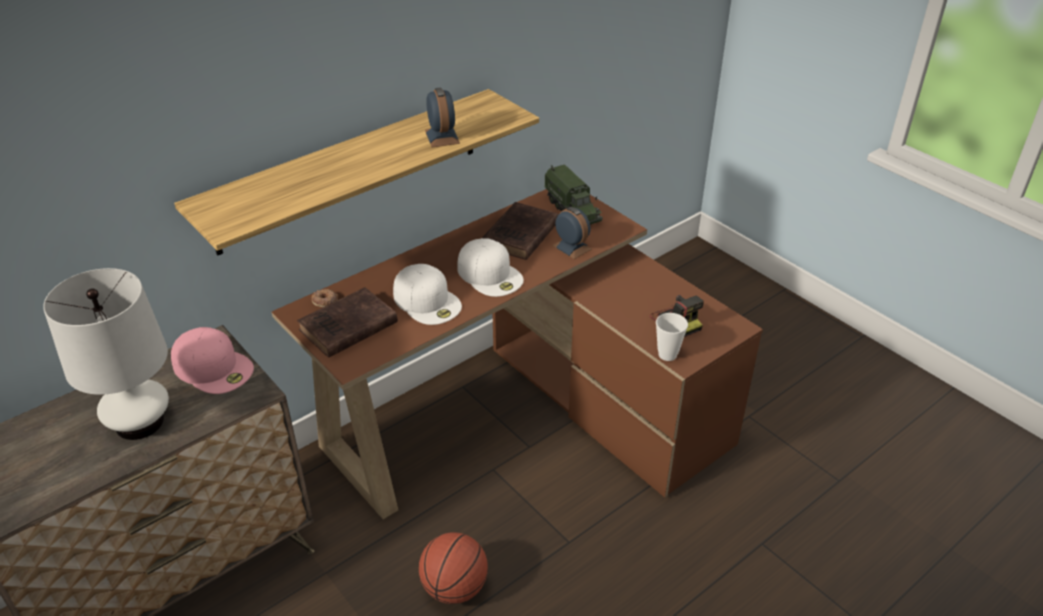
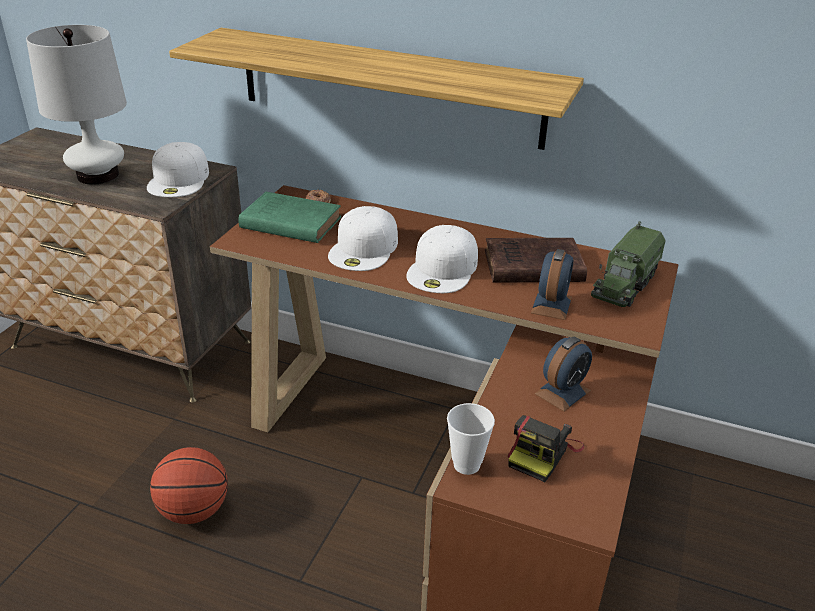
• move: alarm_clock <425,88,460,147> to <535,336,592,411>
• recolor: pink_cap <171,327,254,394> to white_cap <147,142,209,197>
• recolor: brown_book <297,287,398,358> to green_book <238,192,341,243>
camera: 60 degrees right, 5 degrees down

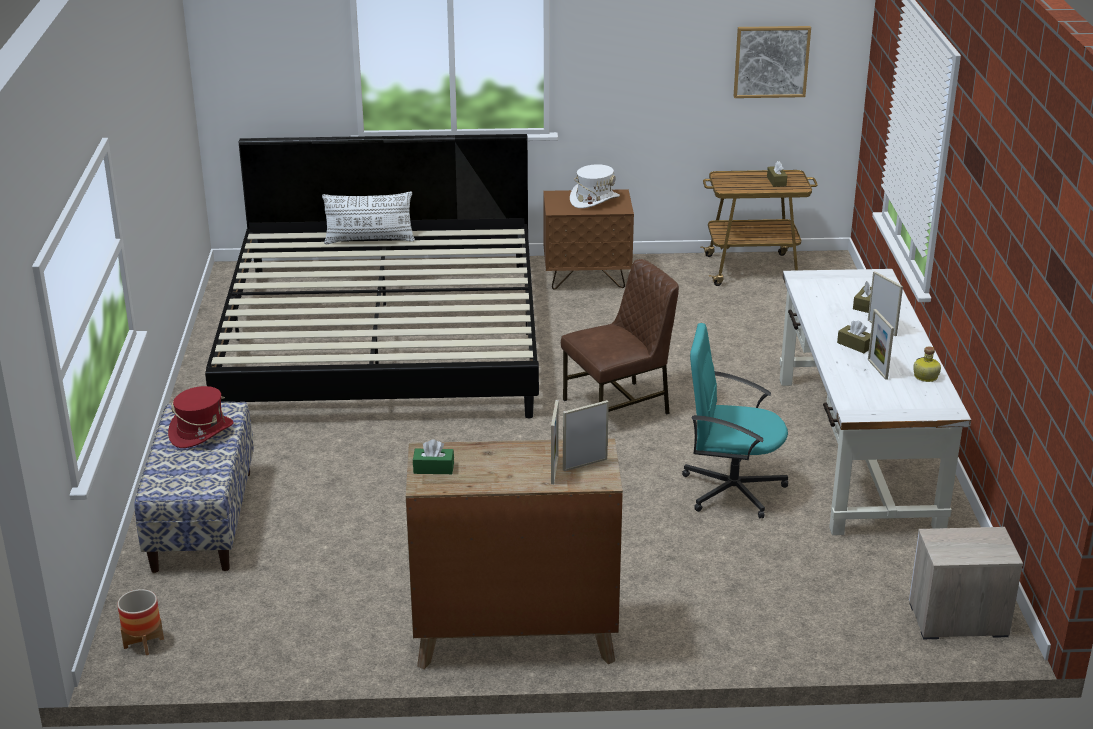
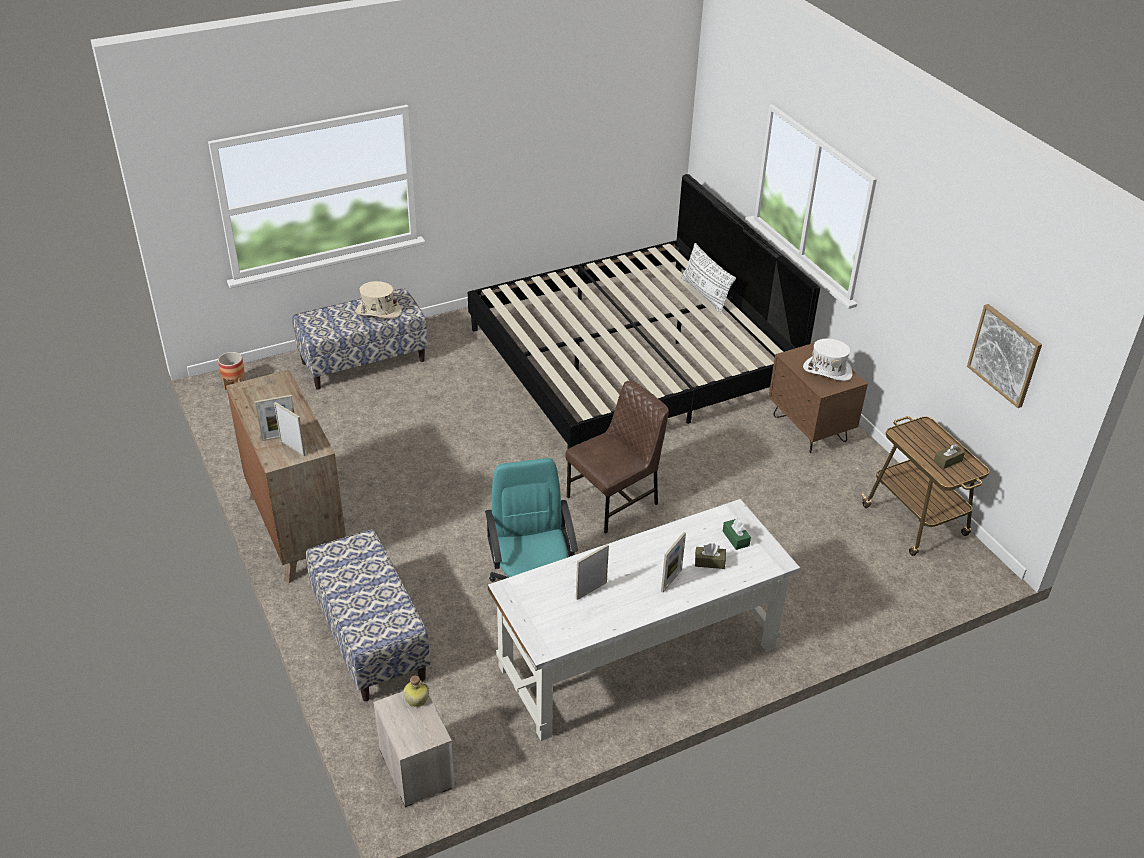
• delete: brown_tissue_box <837,320,871,353>
• insert: bench <306,529,431,702>
• move: green_tissue_box <413,439,454,474> to <723,519,751,550>
• move: bottle <913,346,941,382> to <403,676,429,707>
• recolor: red_hat <168,386,233,448> to beige_hat <356,281,401,319>
• rotate: brown_chair <561,259,679,414> = <565,381,669,534> 75 degrees counterclockwise
camera: 65 degrees right, 10 degrees up

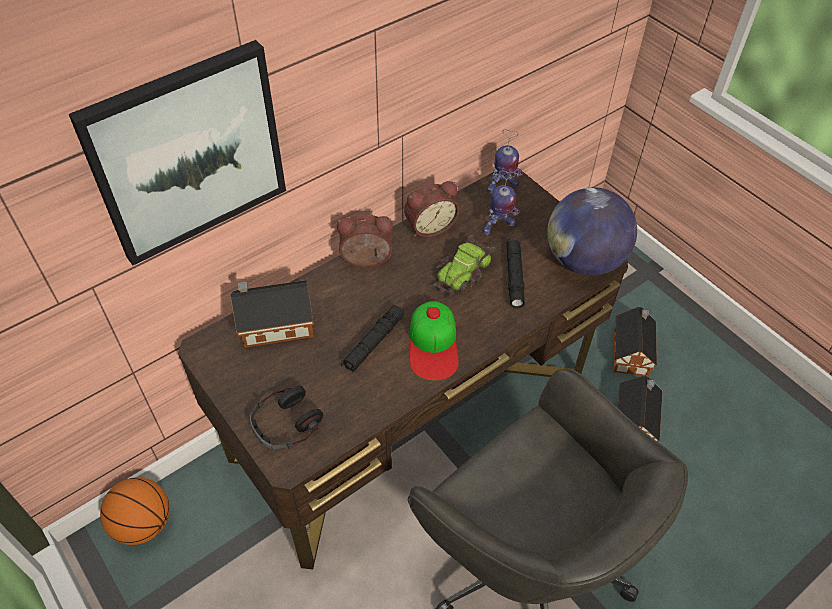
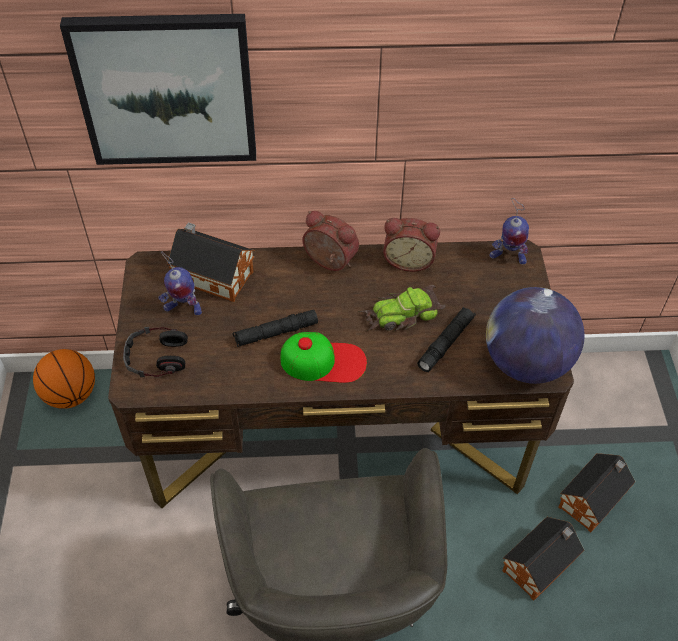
• move: toy_robot <483,170,519,235> to <158,251,202,315>
• rotate: cap <409,301,459,381> = <281,332,367,383> 120 degrees counterclockwise
camera: 35 degrees right, 0 degrees up

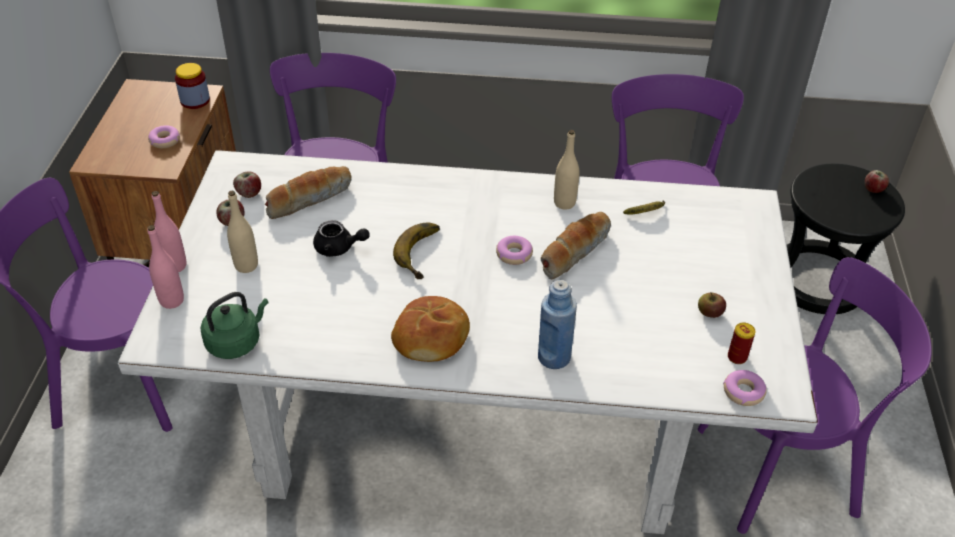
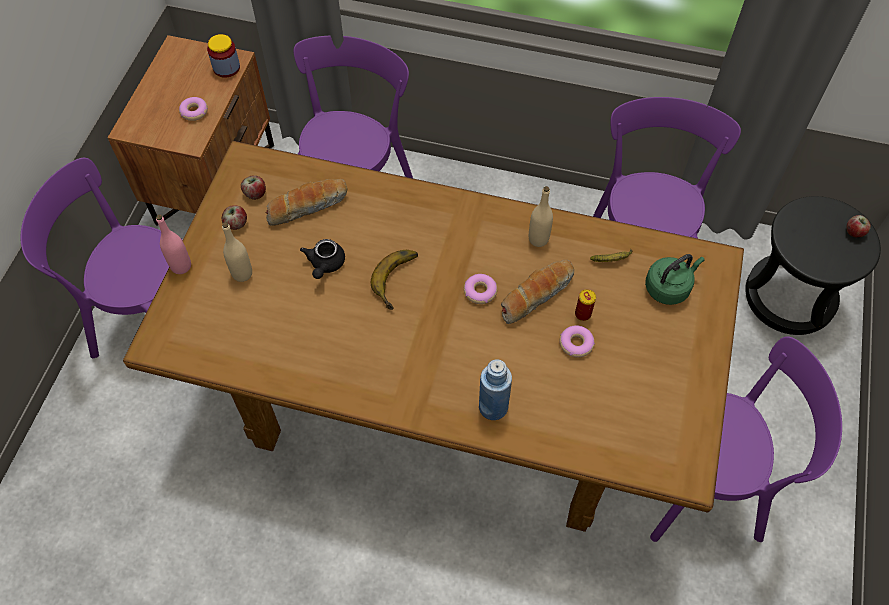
• delete: pink_bottle <147,225,184,309>
• delete: bread <391,296,470,362>
• delete: apple <698,292,726,318>
• move: green_kettle <201,292,269,359> to <645,254,705,305>
• move: donut <723,370,766,406> to <560,325,595,358>
• move: can <728,323,756,364> to <575,289,596,321>
• recolor: white_dining_table <118,150,818,534> to brown_dining_table <123,141,744,532>
• rotate: black_teapot <313,220,370,257> = <300,239,345,279> 75 degrees clockwise
camera: 10 degrees right, 15 degrees up

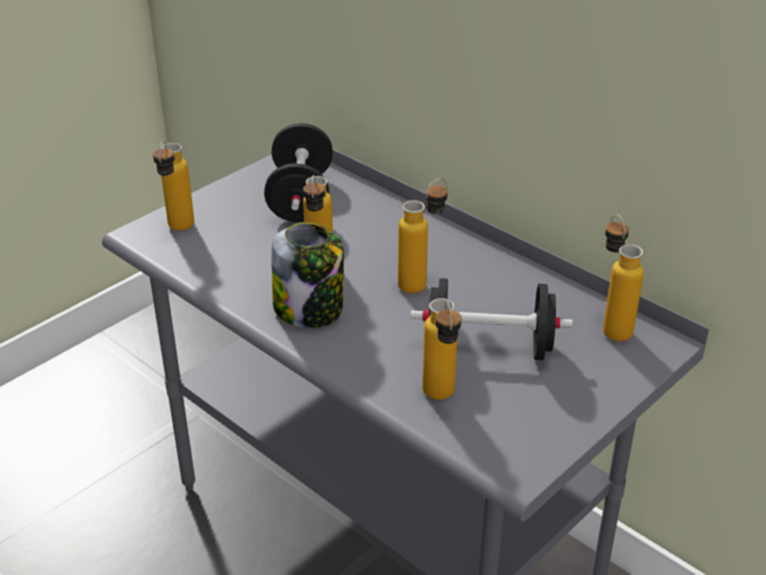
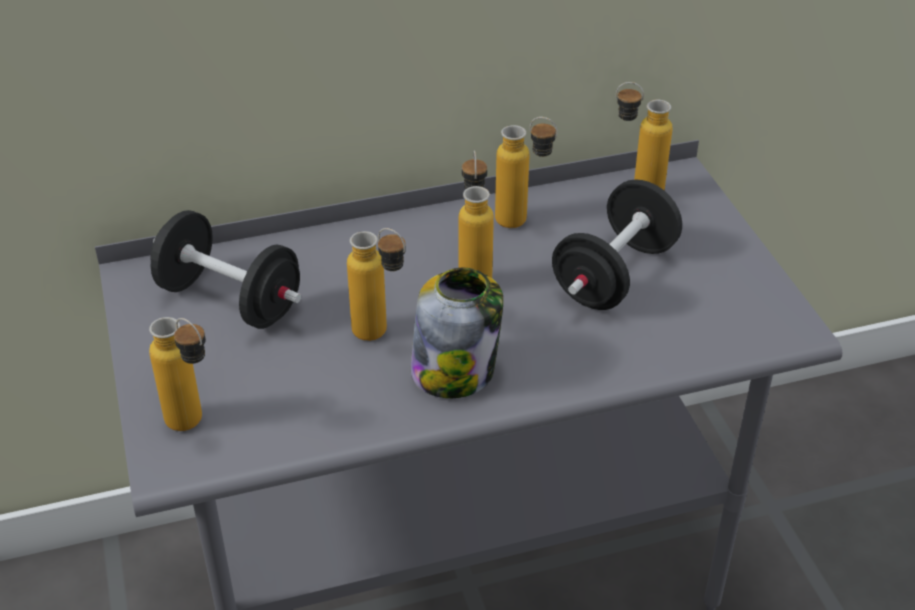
• move: bottle <423,298,461,400> to <495,117,557,228>
camera: 60 degrees left, 5 degrees up

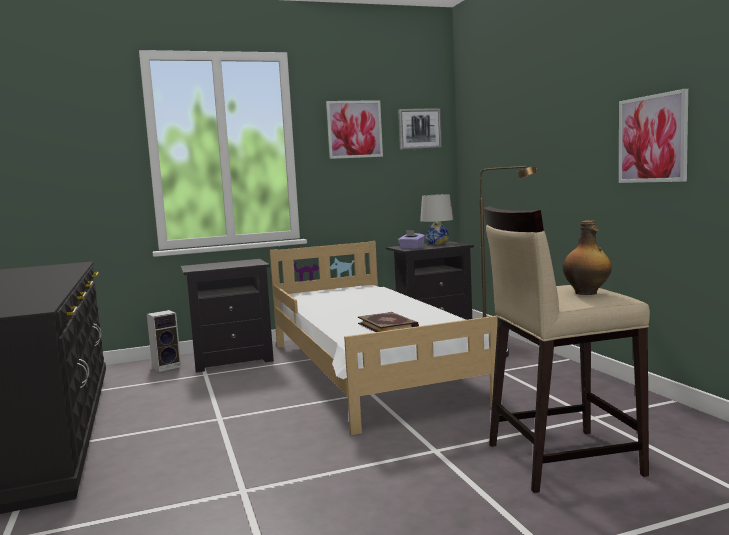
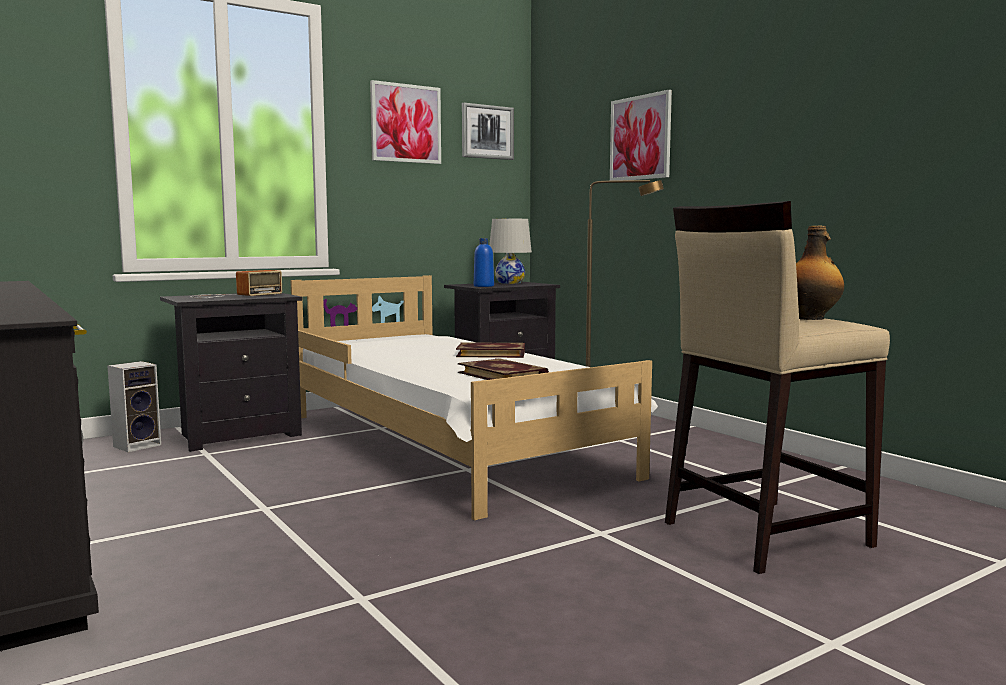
• insert: radio <190,270,282,298>
• insert: book <456,342,525,358>
• move: picture <619,89,688,183> to <610,90,672,181>
• replace: purple_tissue_box <398,230,426,249> to blue_bottle <474,238,494,287>
camera: 15 degrees left, 0 degrees up

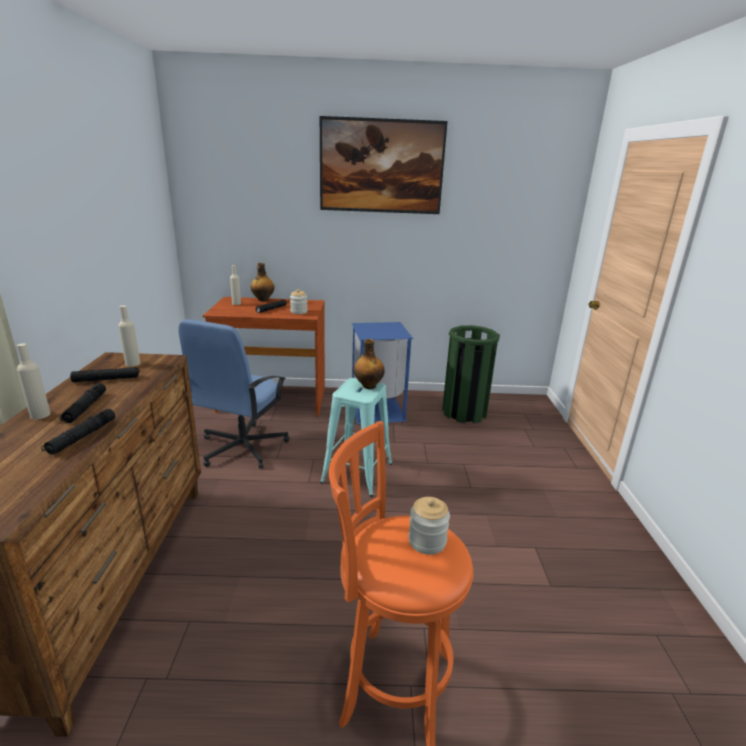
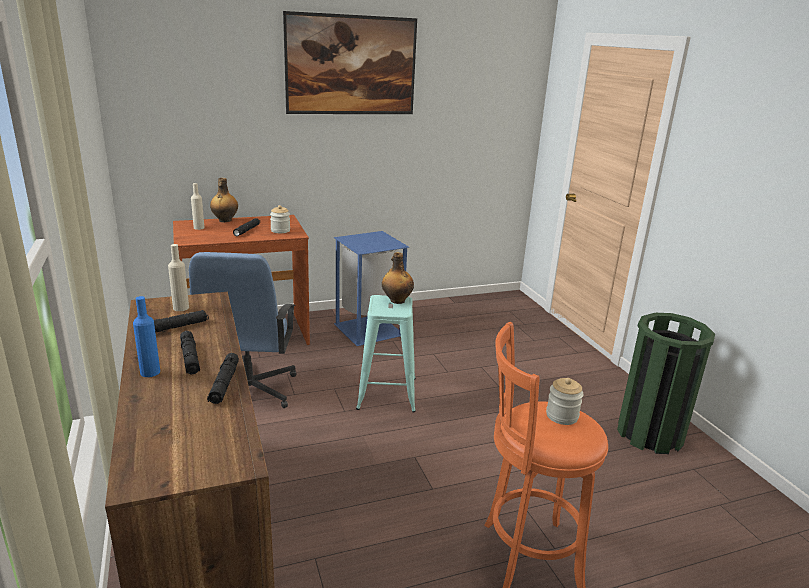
• move: green_trash_can <442,325,500,423> to <617,313,715,454>
• recolor: beige_bottle <17,343,50,419> to blue_bottle <133,296,160,377>
camera: 20 degrees left, 0 degrees up

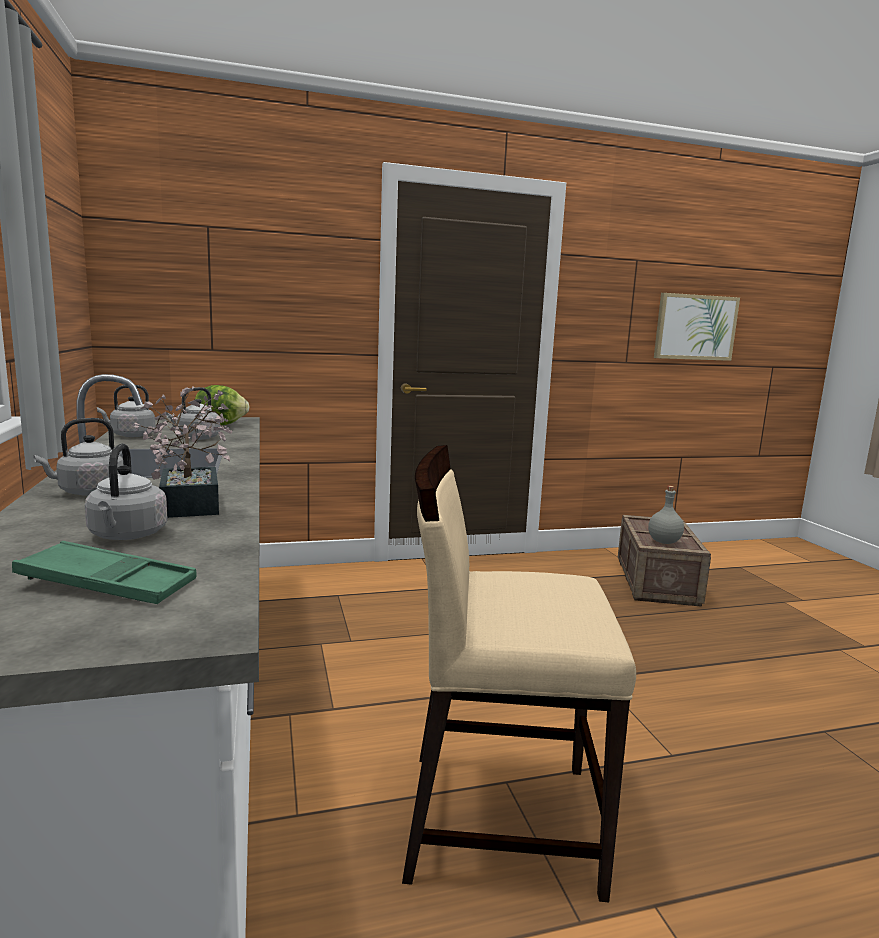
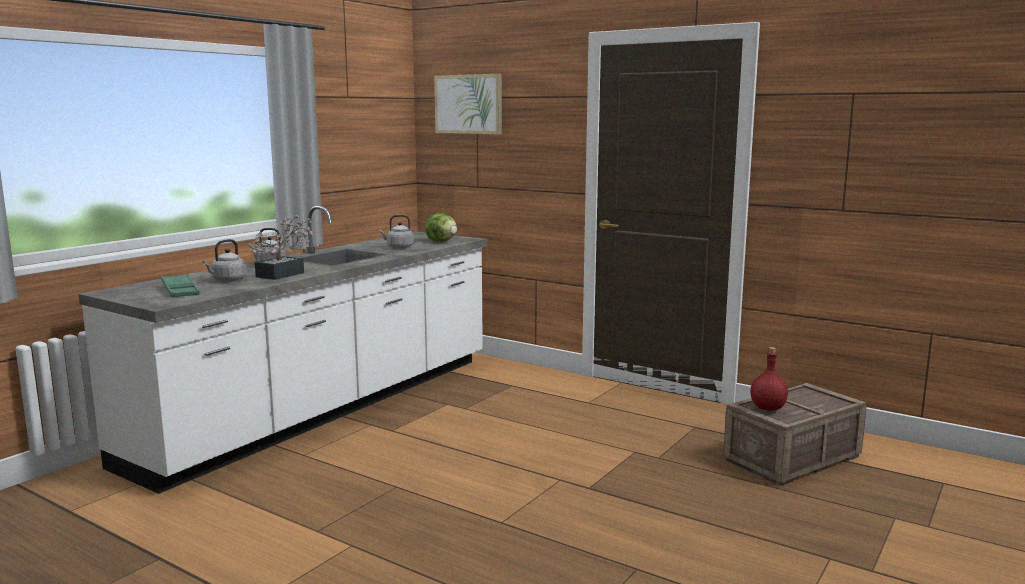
• delete: grey_kettle <97,385,155,437>
• delete: beige_chair <402,445,636,902>
• move: picture <654,293,740,361> to <434,74,502,134>
• recolor: grey_bottle <648,486,684,544> to red_bottle <750,347,788,411>
camera: 50 degrees right, 0 degrees up

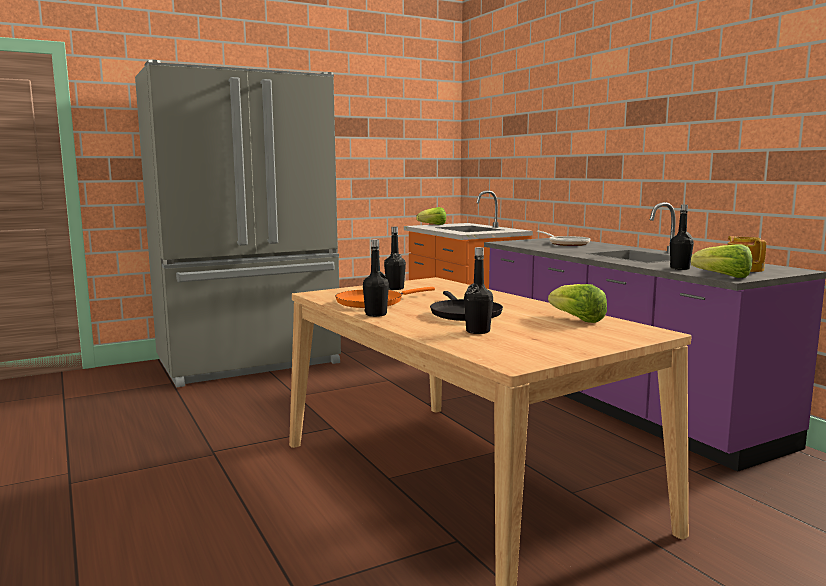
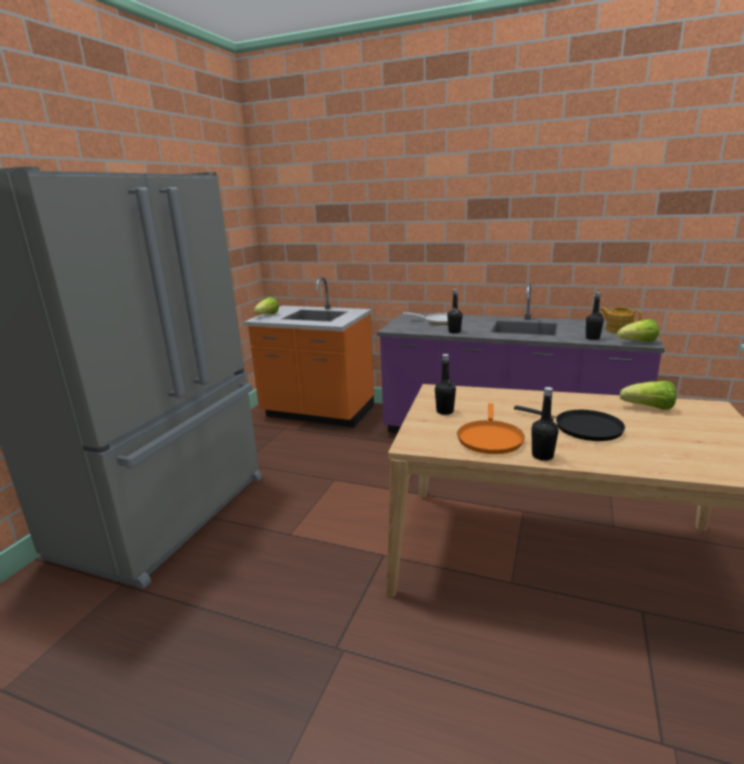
• move: black_bottle <464,247,493,334> to <447,289,462,334>
camera: 40 degrees left, 10 degrees up

